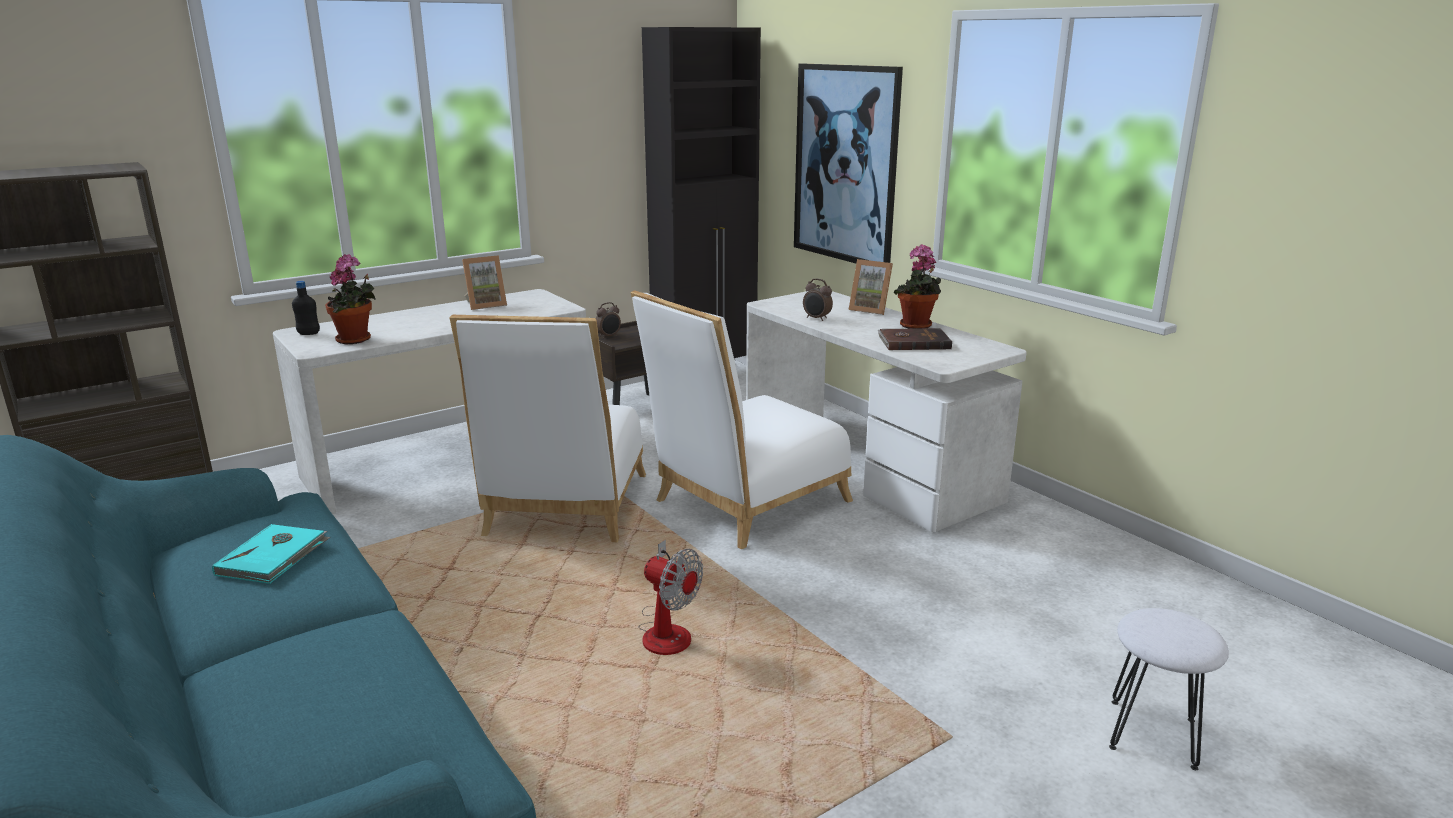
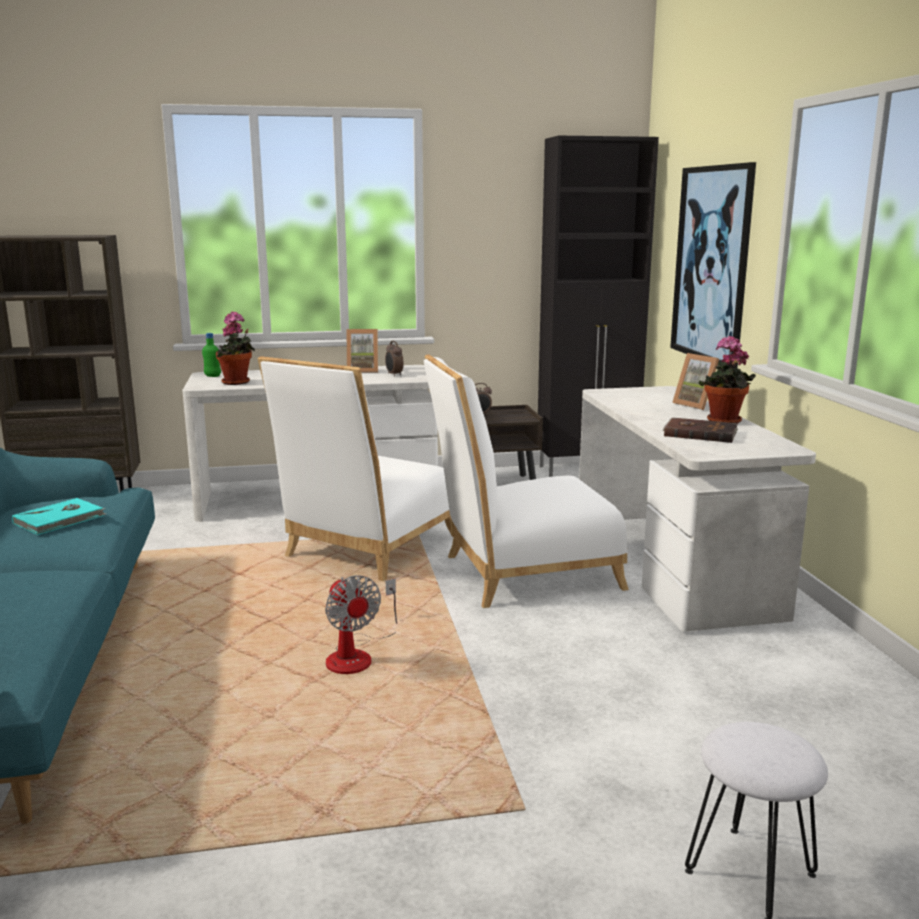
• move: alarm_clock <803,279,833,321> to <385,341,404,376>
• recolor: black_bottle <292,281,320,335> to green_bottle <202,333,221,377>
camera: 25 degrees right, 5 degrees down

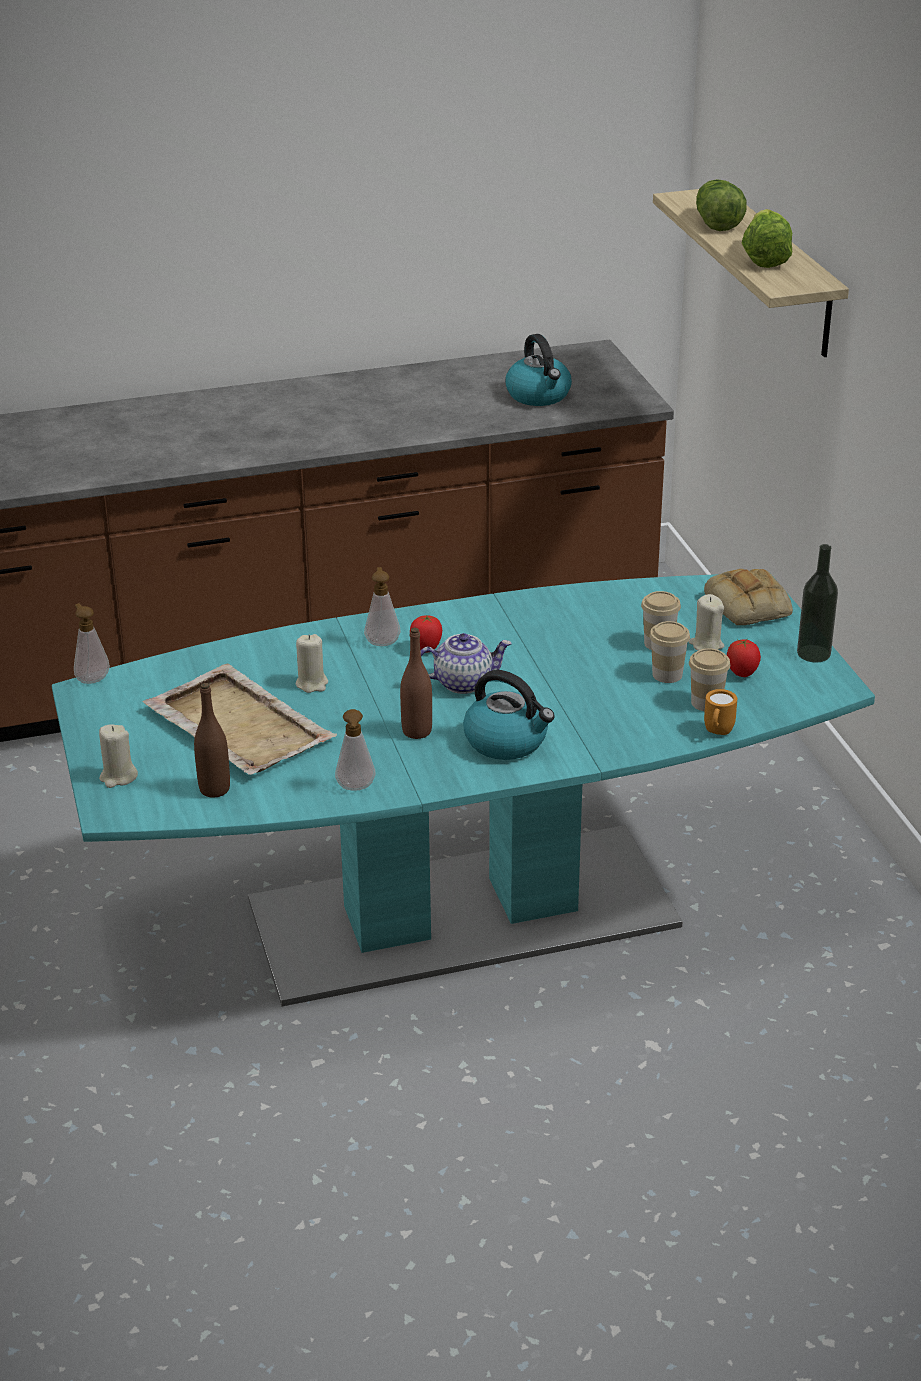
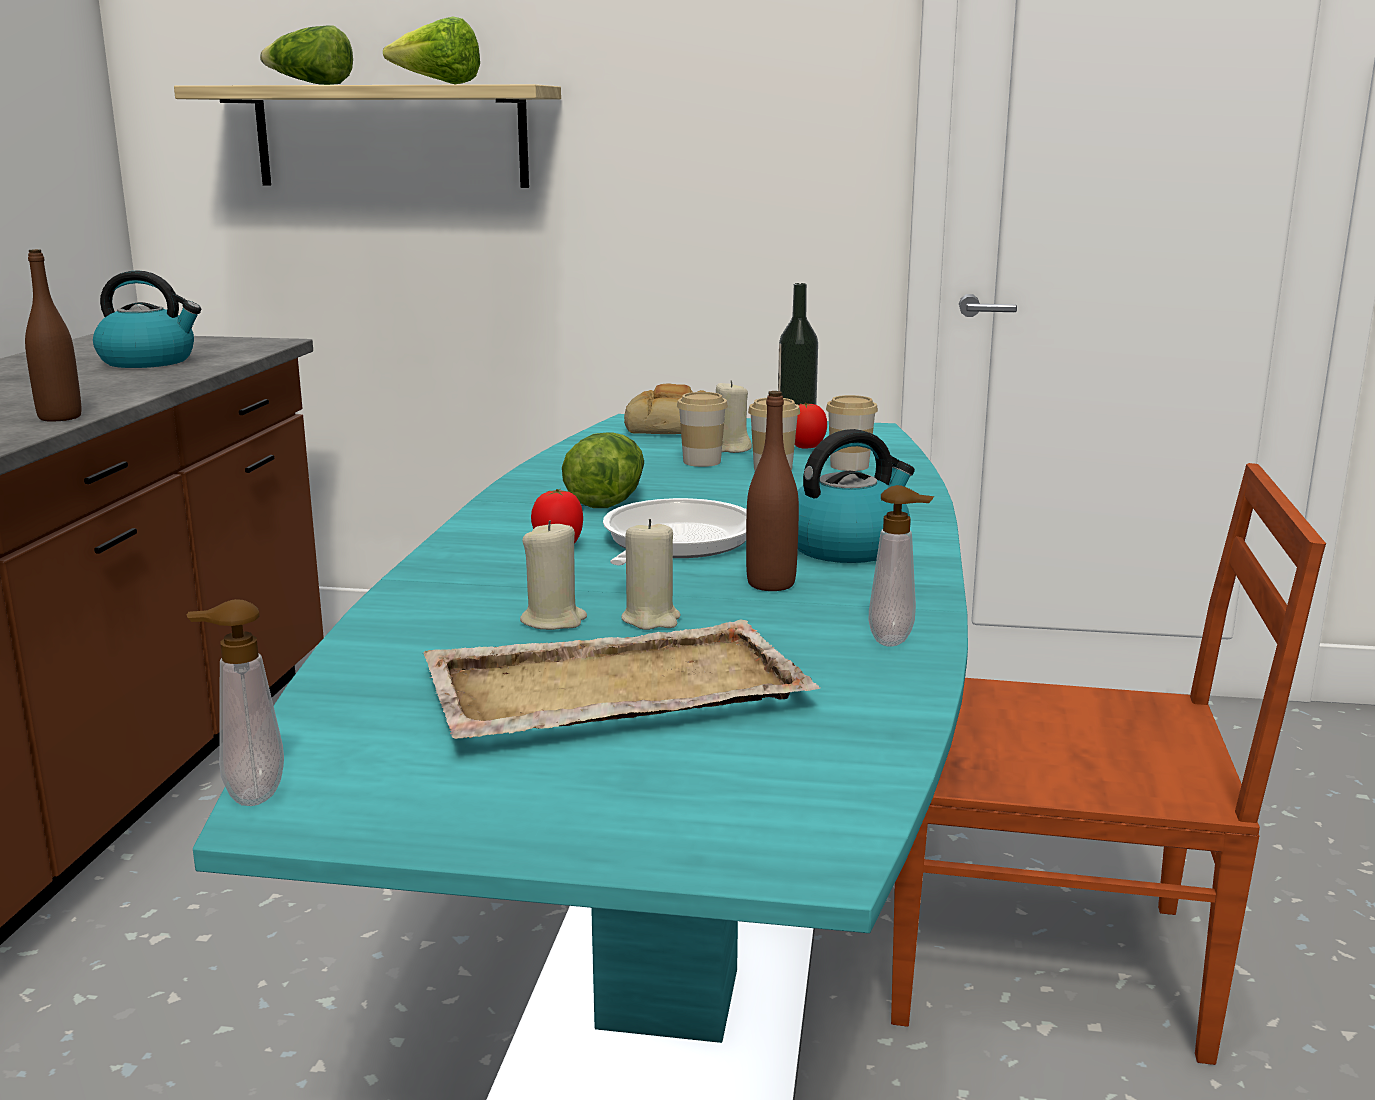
• delete: soap_dispenser <364,567,400,646>
• delete: orange_mug <704,689,737,735>
• insert: lettuce <562,432,644,508>
• insert: brown_chair <891,463,1326,1065>
• move: beige_candle <99,724,138,788> to <621,519,681,630>
• move: brown_bottle <194,683,230,798> to <25,249,81,422>
• replace: teapot <420,633,512,694> to frying_pan <603,498,747,565>
camera: 65 degrees left, 15 degrees down

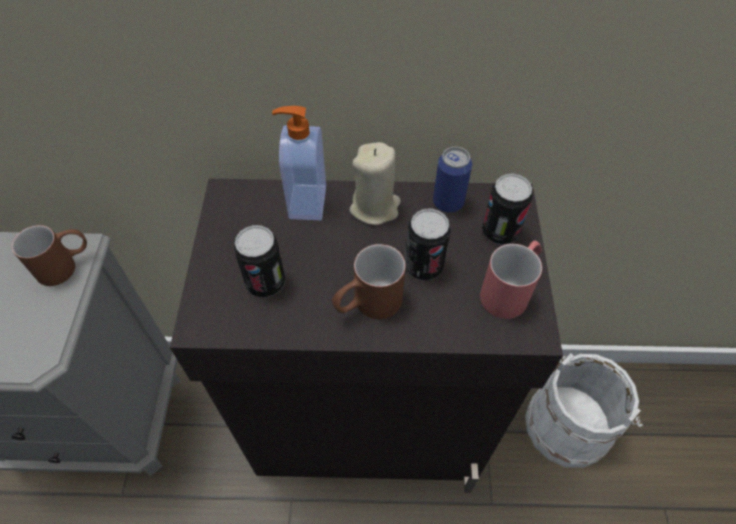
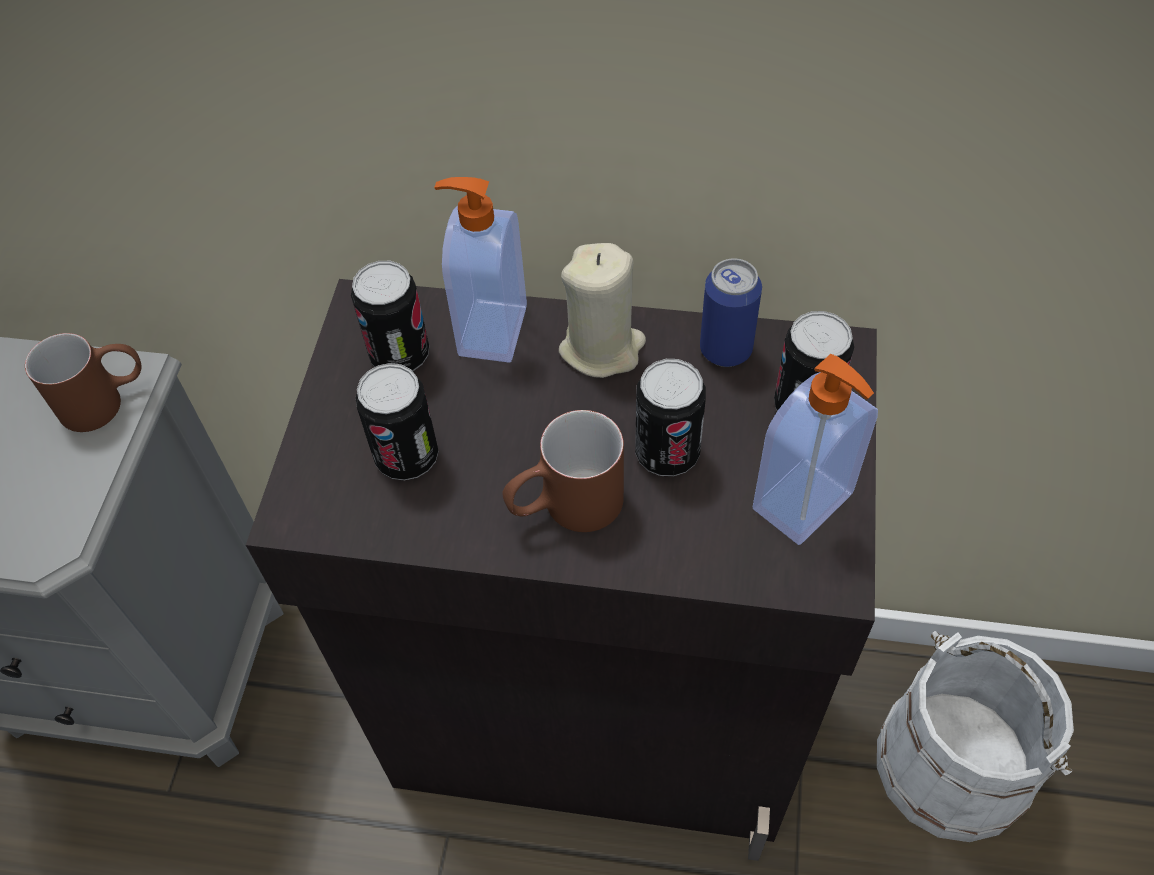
• insert: can <351,261,429,371>
• replace: red_mug <480,240,542,319> to soap_dispenser <753,354,878,545>
camera: 10 degrees right, 0 degrees up

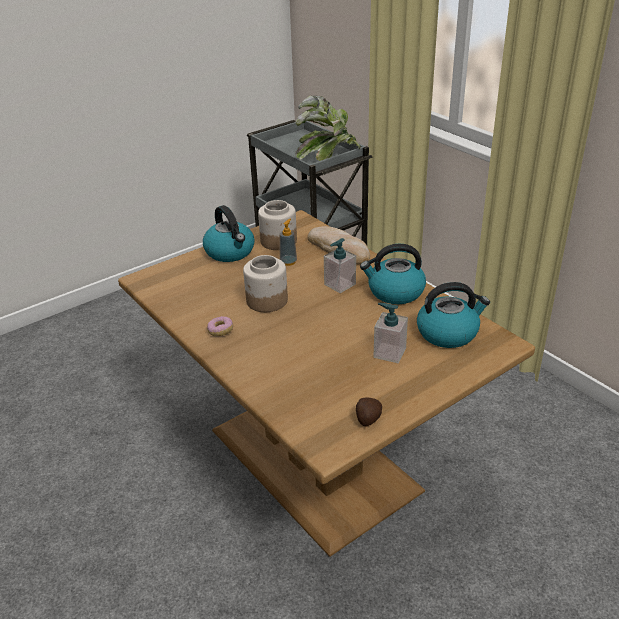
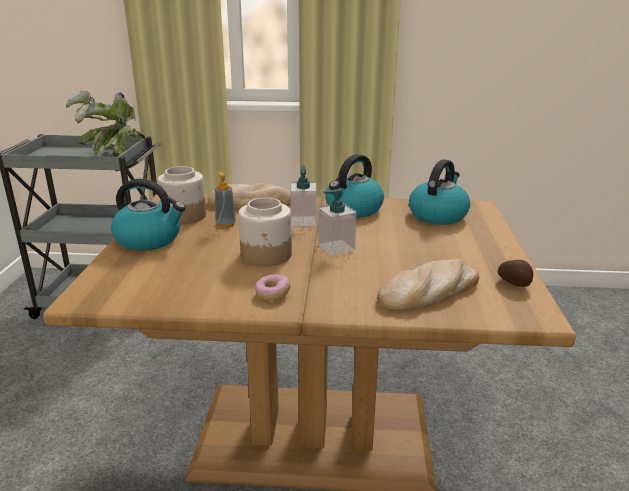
• insert: bread <377,259,479,311>
• move: soap_dispenser <374,303,408,363> to <318,188,357,255>
camera: 50 degrees left, 10 degrees down

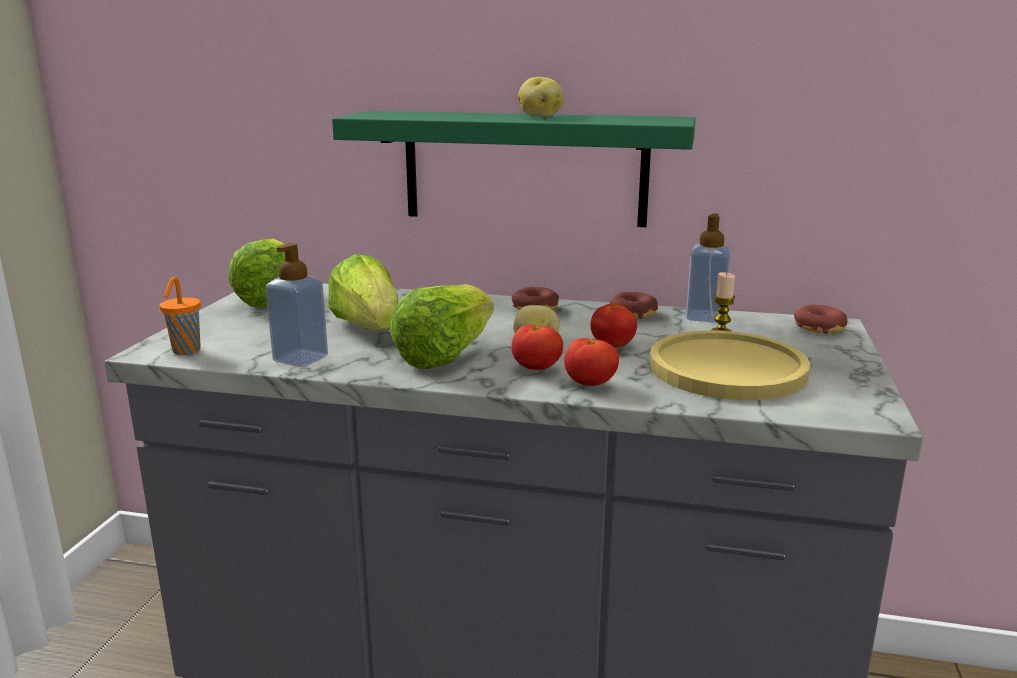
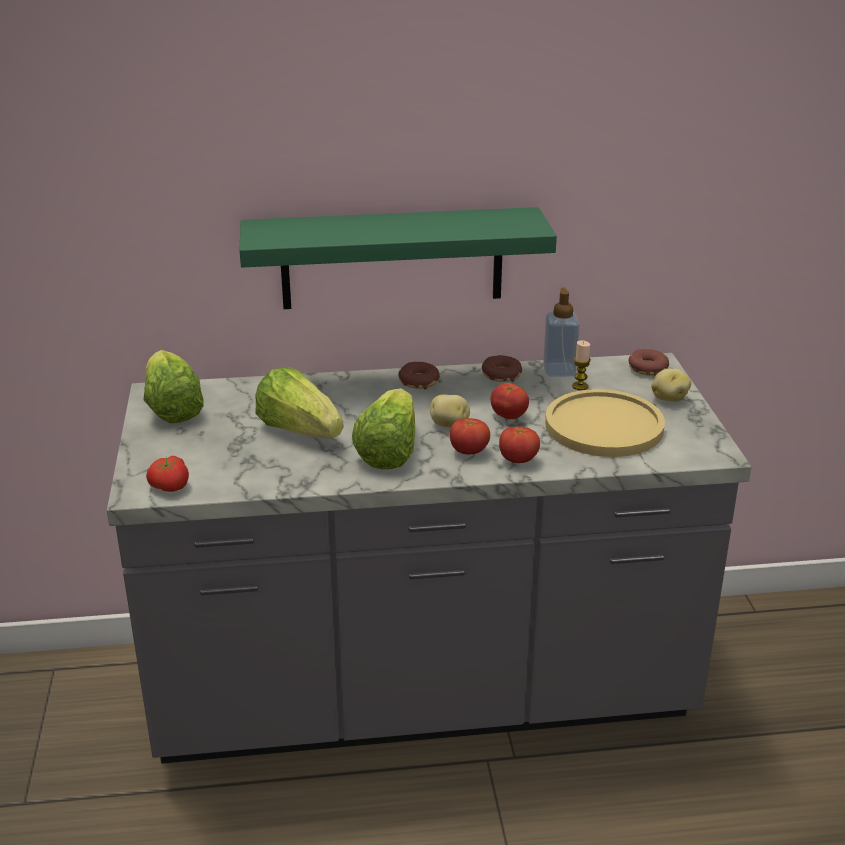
• delete: soap_dispenser <265,243,328,367>
• move: potato <518,77,564,117> to <651,368,691,402>
• replace: orange_cup <160,277,201,355> to tomato <146,456,189,492>
camera: 20 degrees left, 10 degrees up

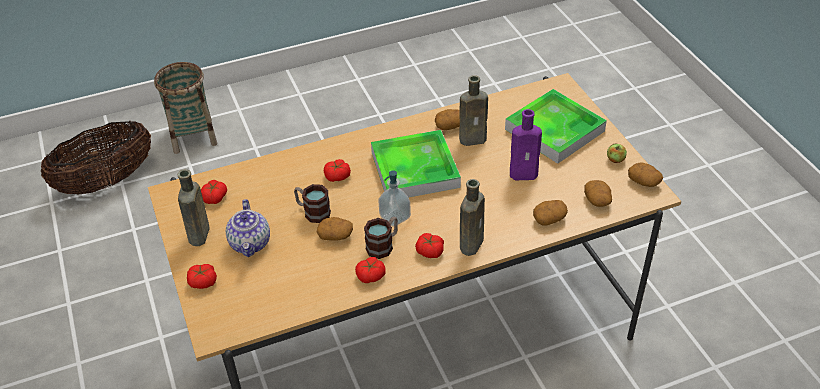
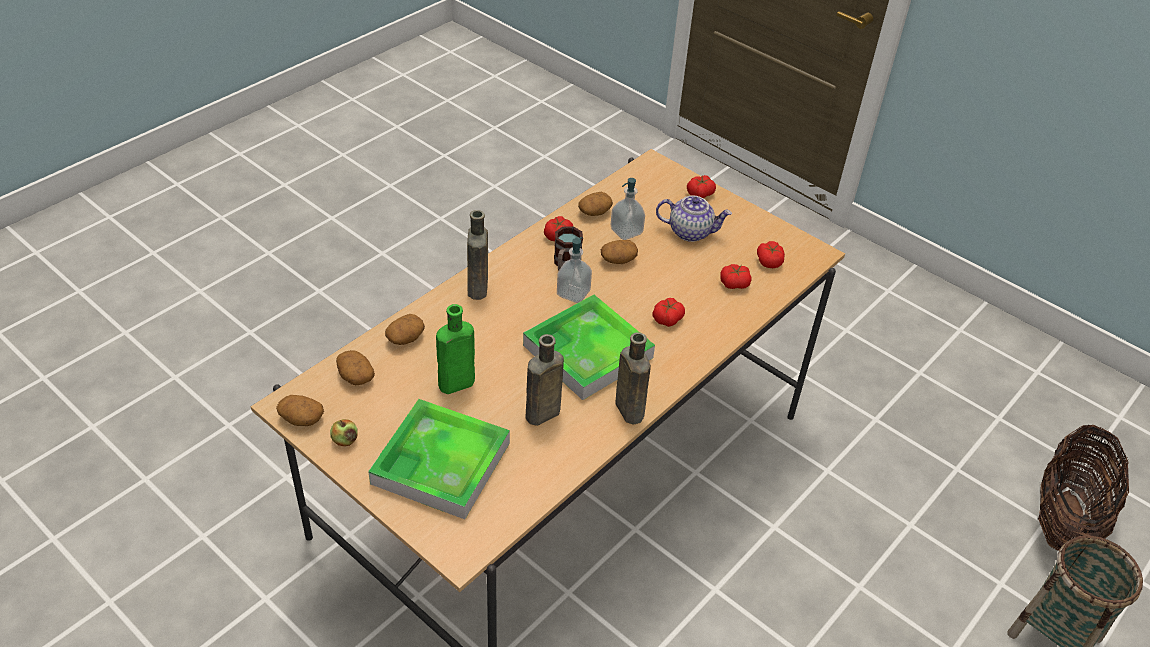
• delete: mug <294,184,331,223>
• insert: soap_dispenser <611,178,645,240>
• move: brown_bottle <178,169,210,246> to <615,332,651,425>
• move: tomato <415,233,444,258> to <720,264,752,289>
• move: potato <435,109,460,130> to <578,192,613,216>
• recolor: purple_bottle <510,109,542,180> to green_bottle <436,304,475,394>
• rotate: teapot <226,199,270,257> = <656,195,732,242> 135 degrees clockwise
camera: 150 degrees right, 0 degrees up

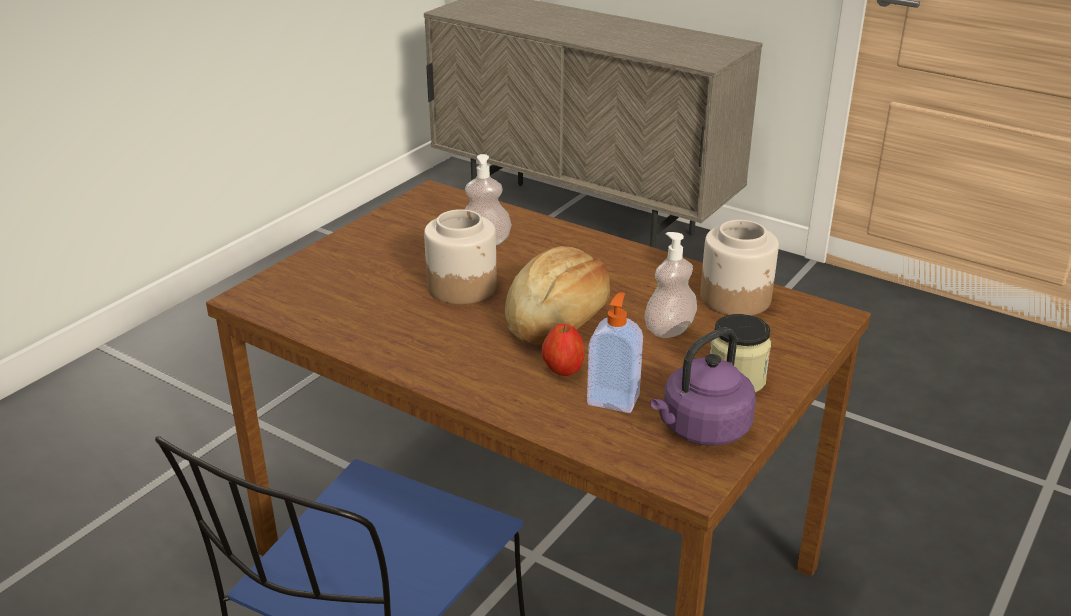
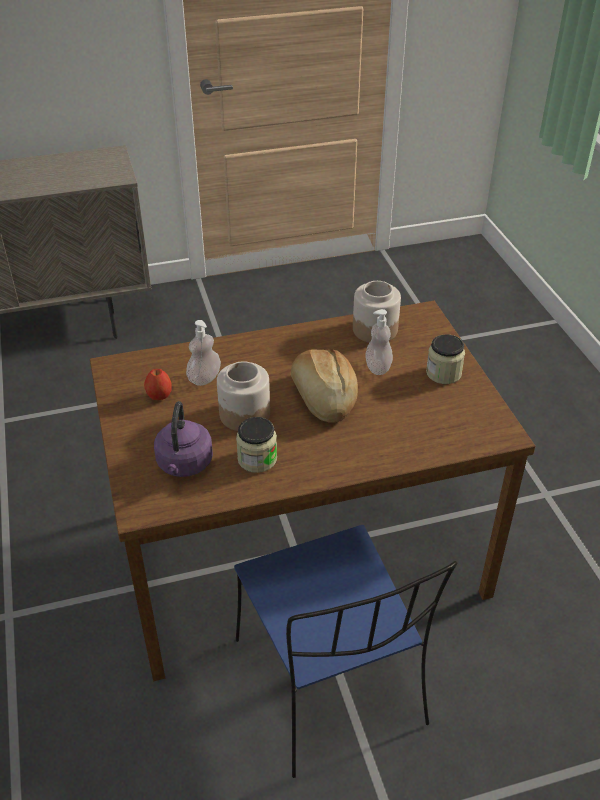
• delete: soap_dispenser <587,292,643,413>
• insert: jar <236,417,277,473>
• move: apple <542,324,585,376> to <144,369,172,400>
• move: purple_kettle <650,327,756,446> to <154,401,213,477>
camera: 50 degrees left, 10 degrees up

